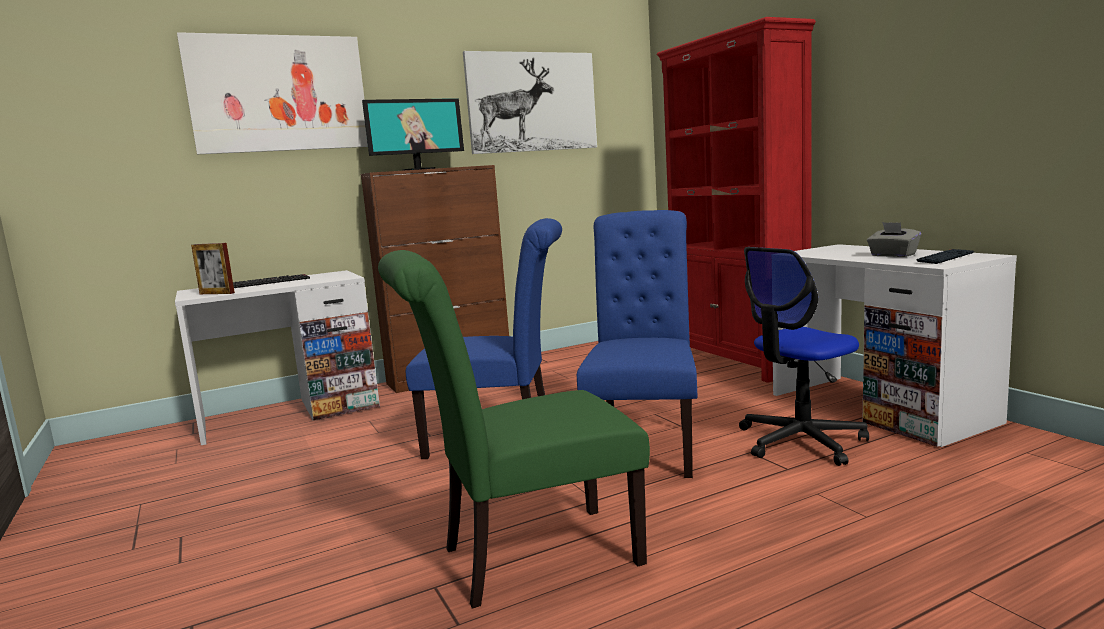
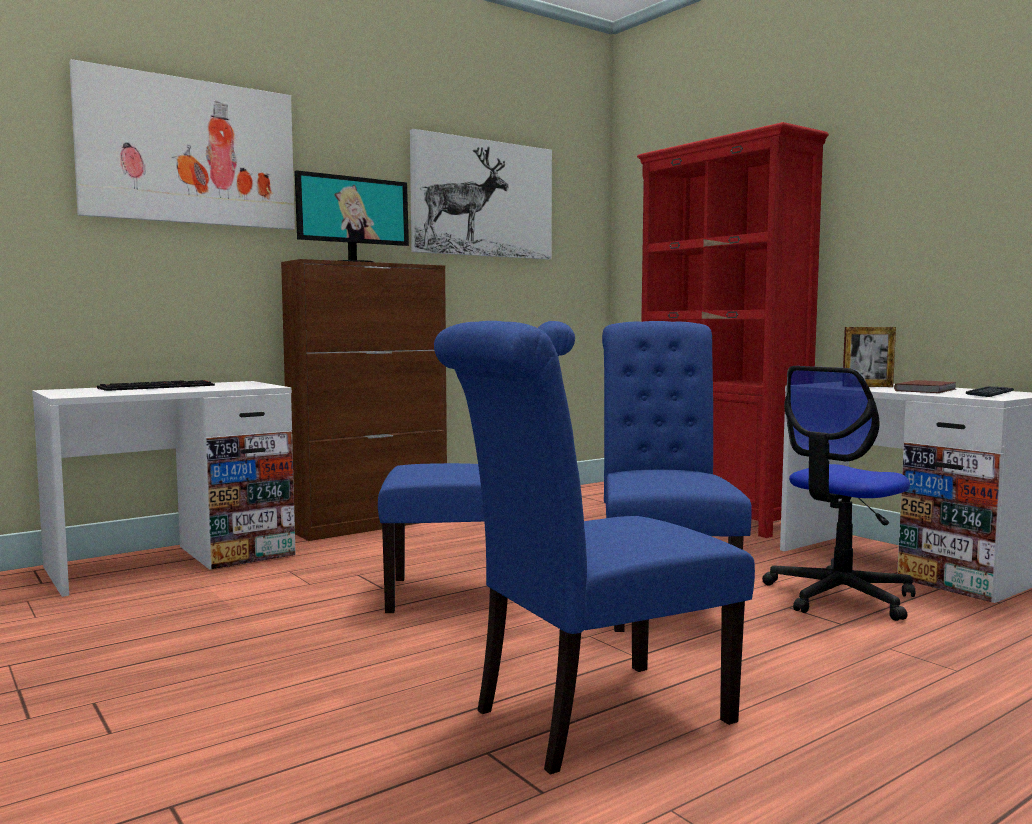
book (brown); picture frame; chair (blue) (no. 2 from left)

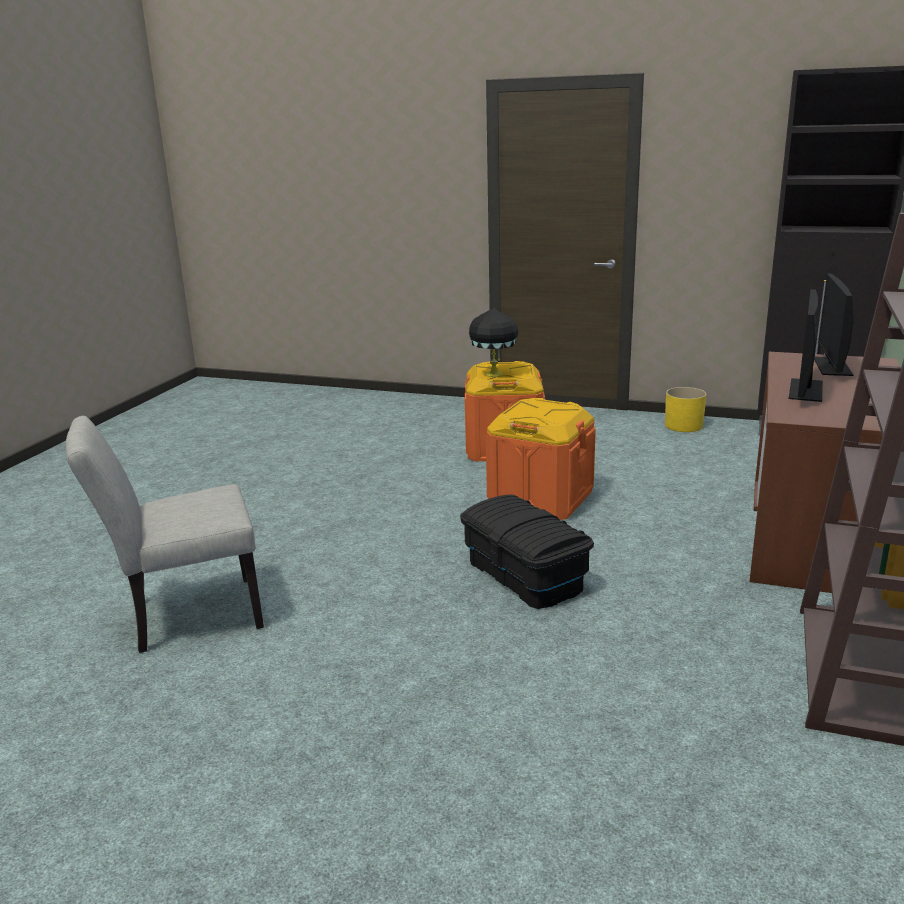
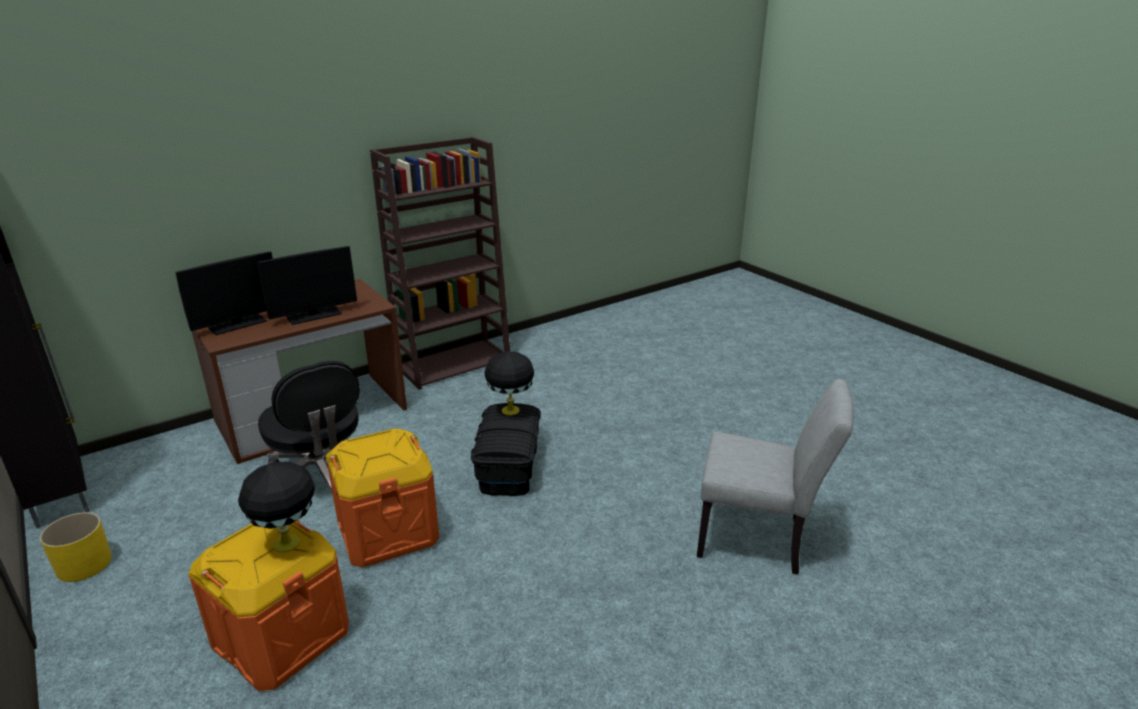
table lamp (black) (no. 2 from left); office chair (black)

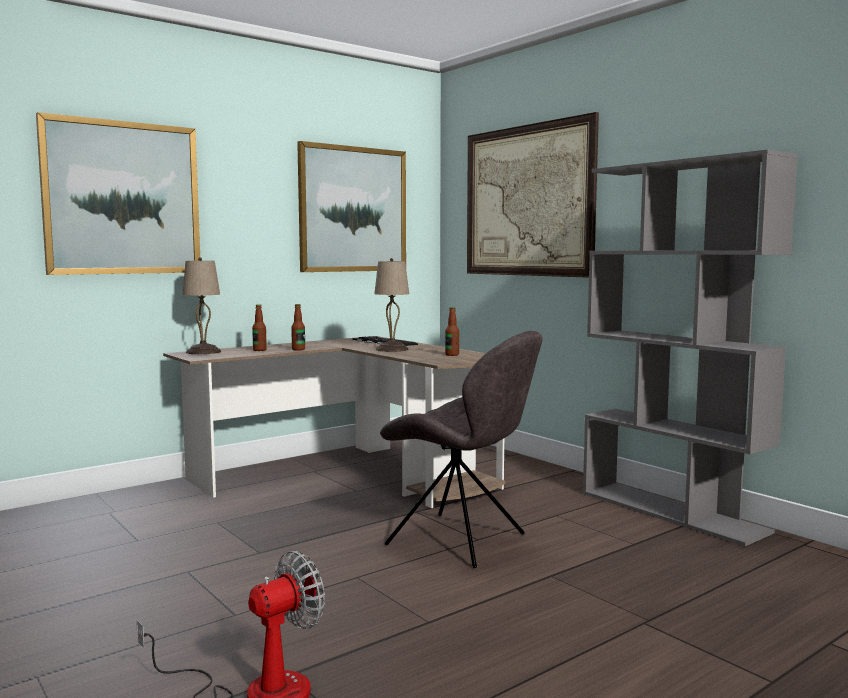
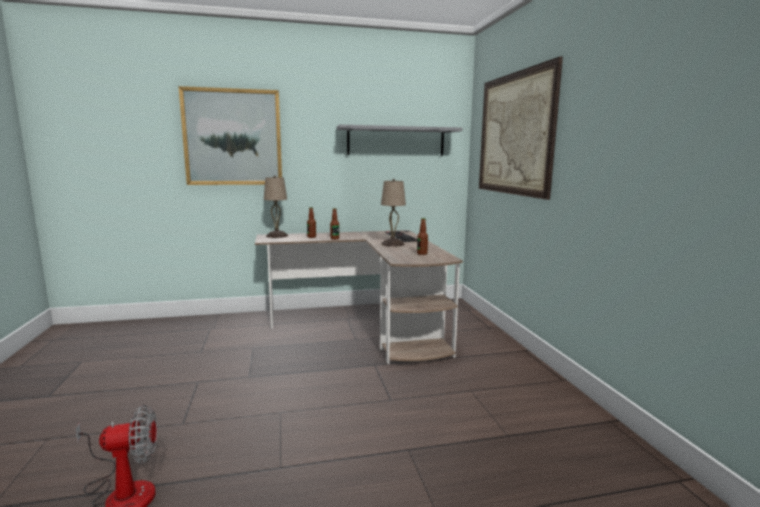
shelf (grey); bookcase (grey); chair (grey)

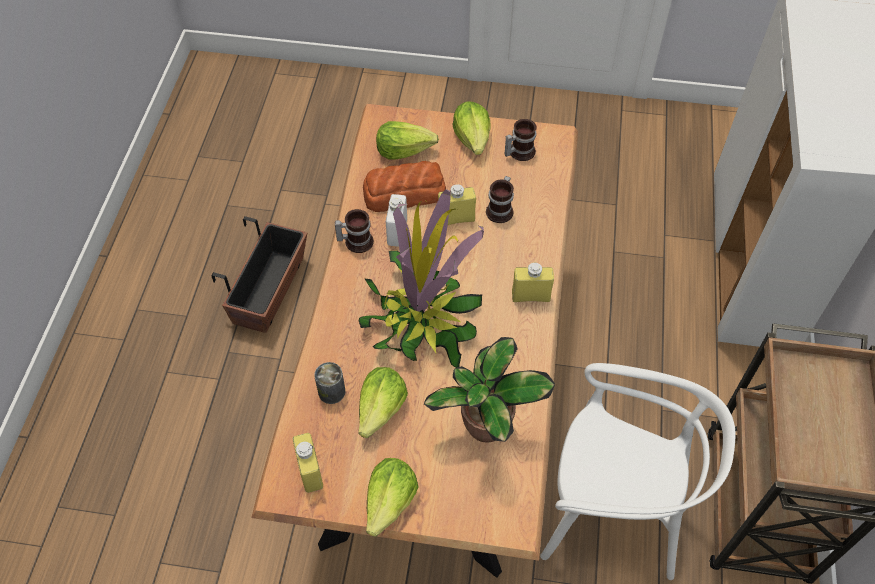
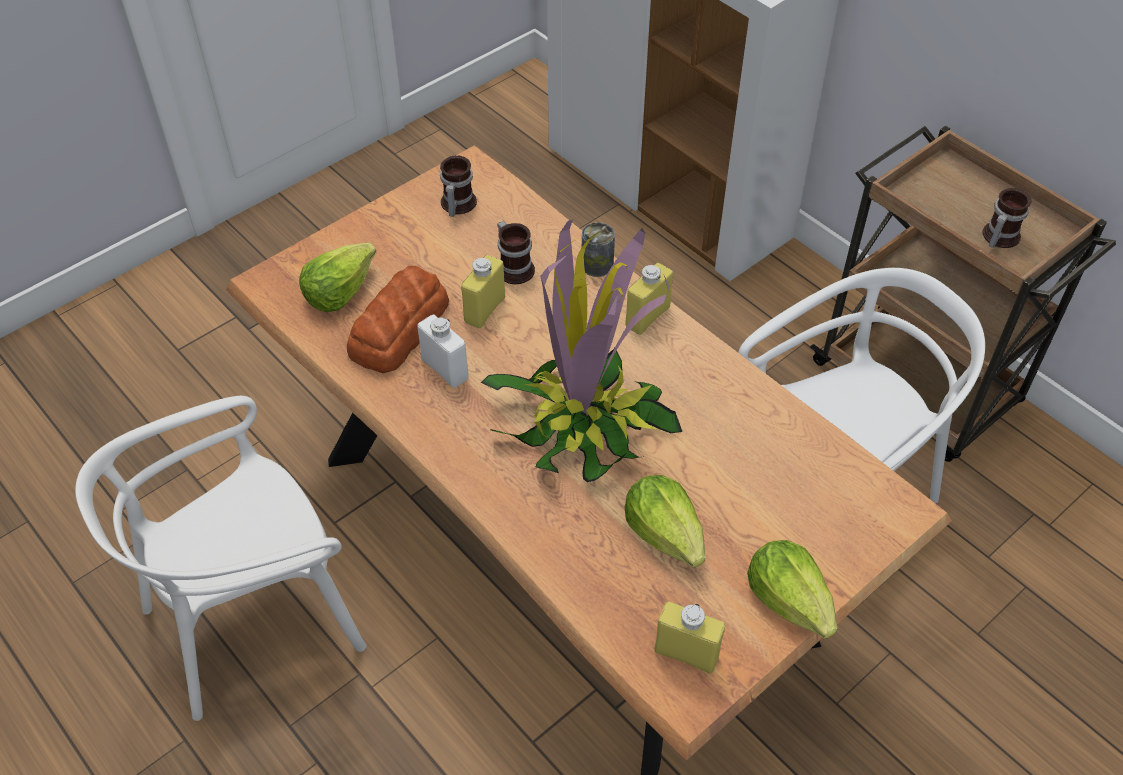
lettuce (no. 4 from left in the first image); mug (no. 3 from left); chair (white) (no. 1 from left); potted plant (no. 2 from left in the first image); can

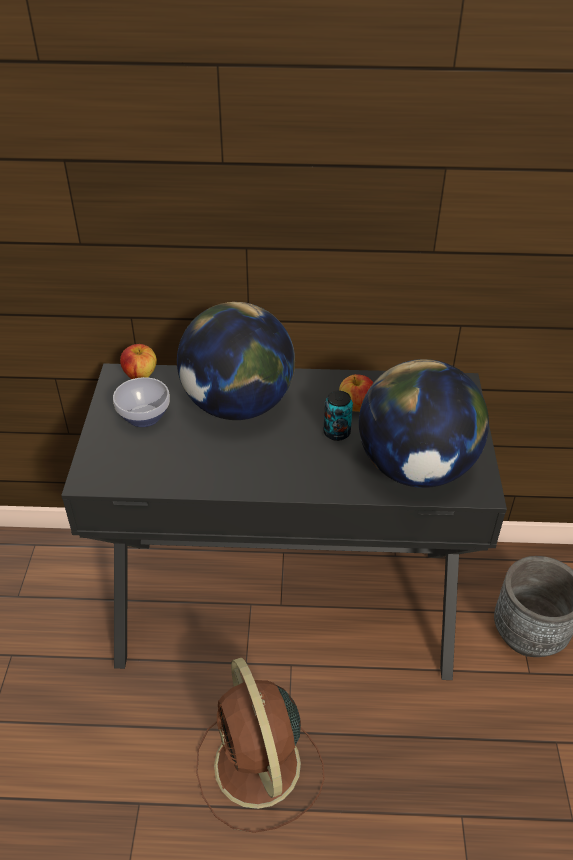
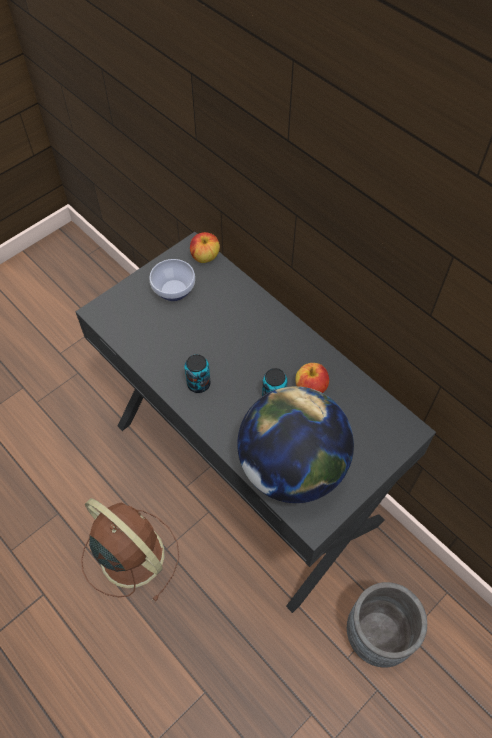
globe (no. 1 from left in the first image); fan (brown); can (no. 1 from left)

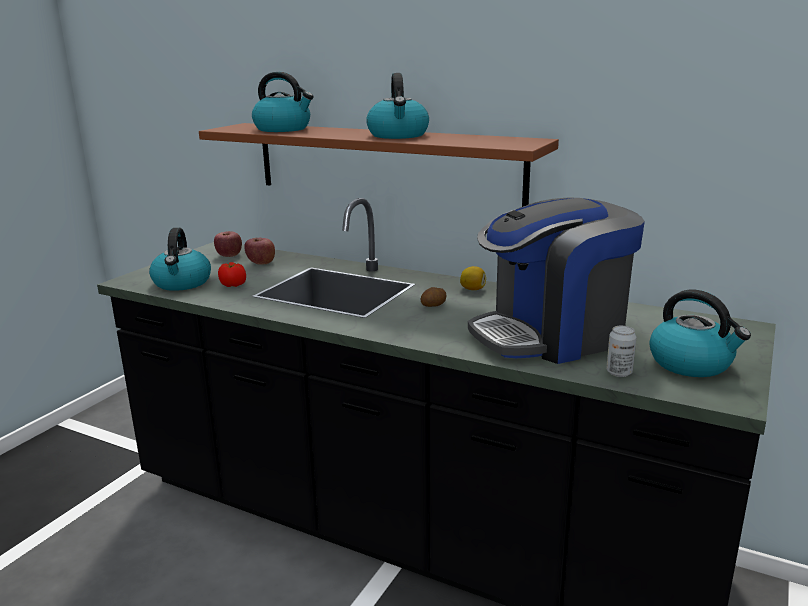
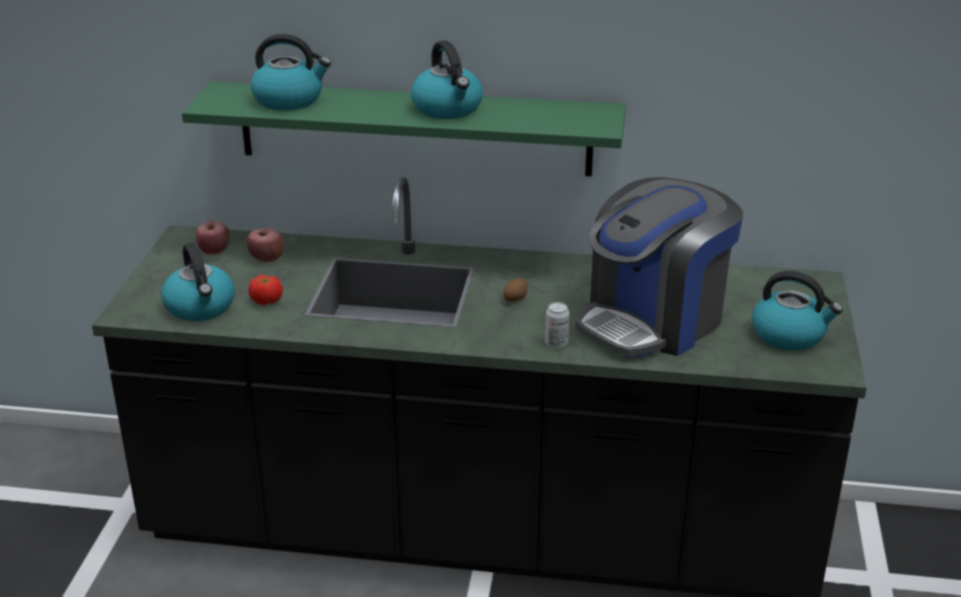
shelf (green); lemon; can

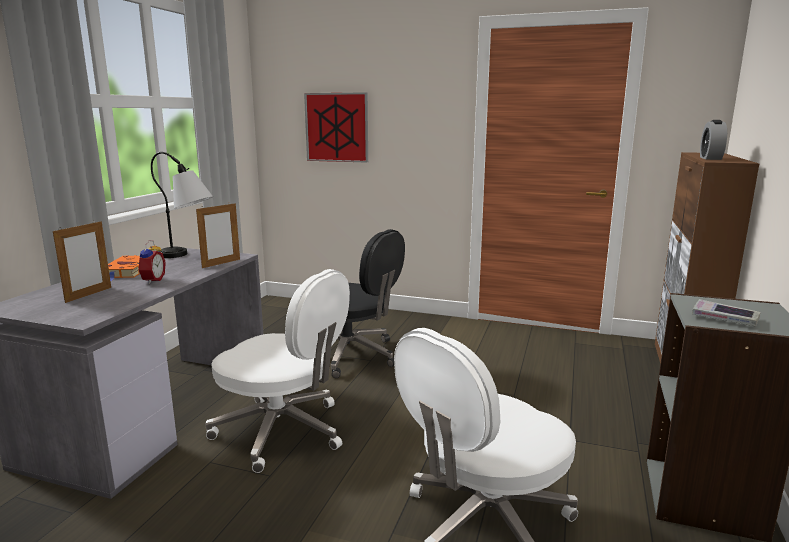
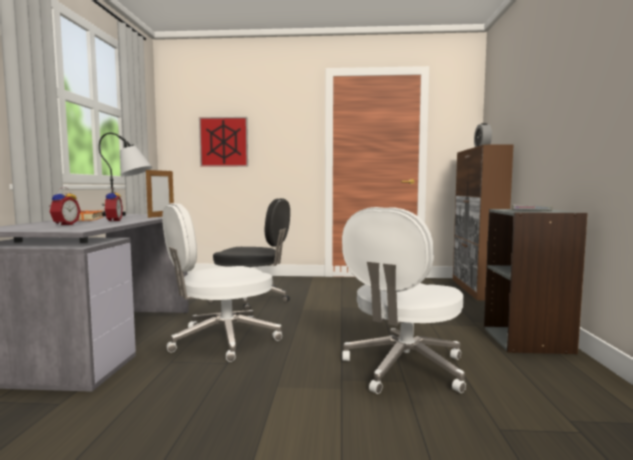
alarm clock (no. 1 from left); office chair (white) (no. 1 from left)

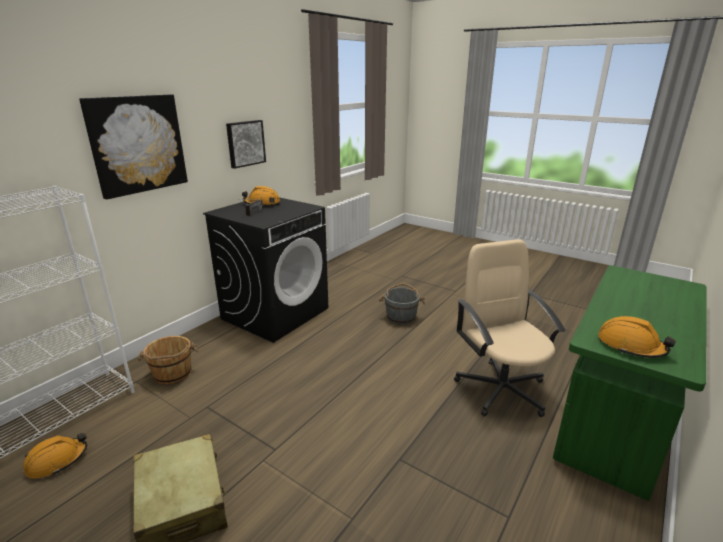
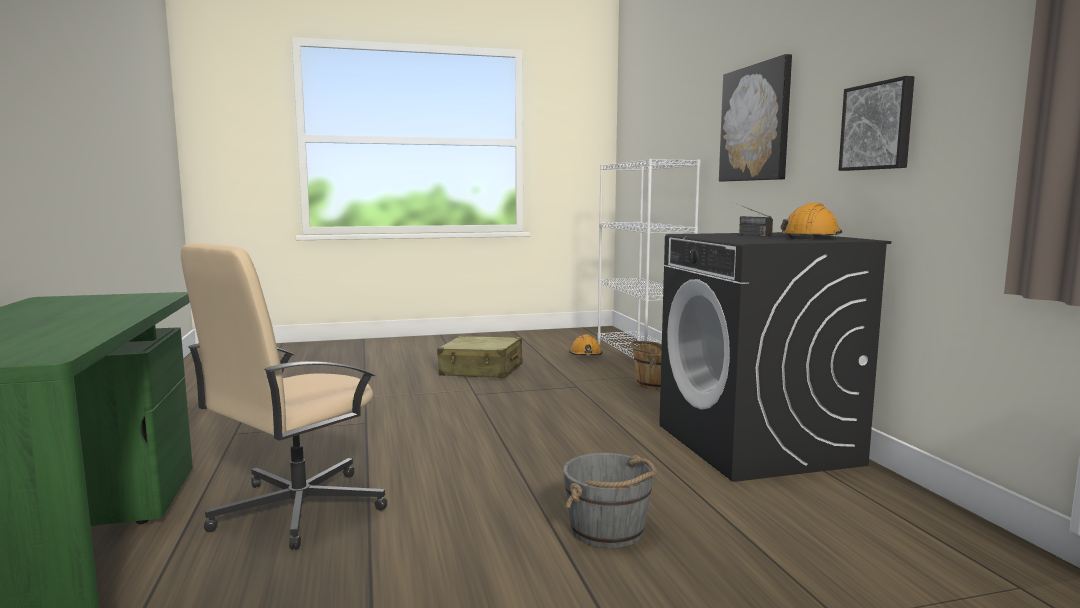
office chair (beige); hard hat (orange) (no. 3 from left in the first image)

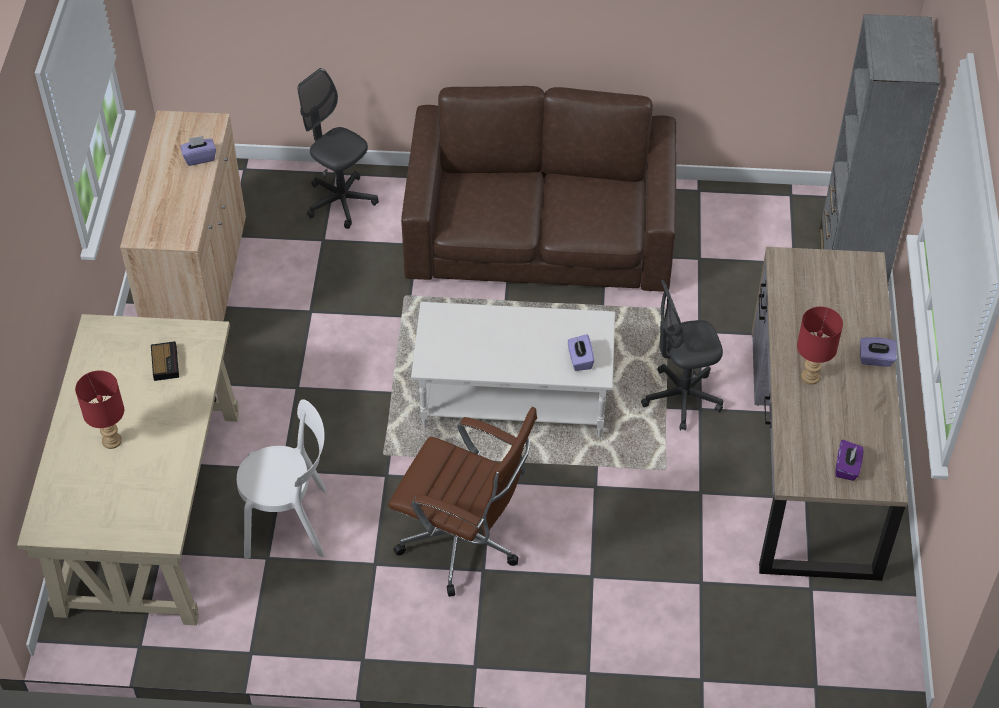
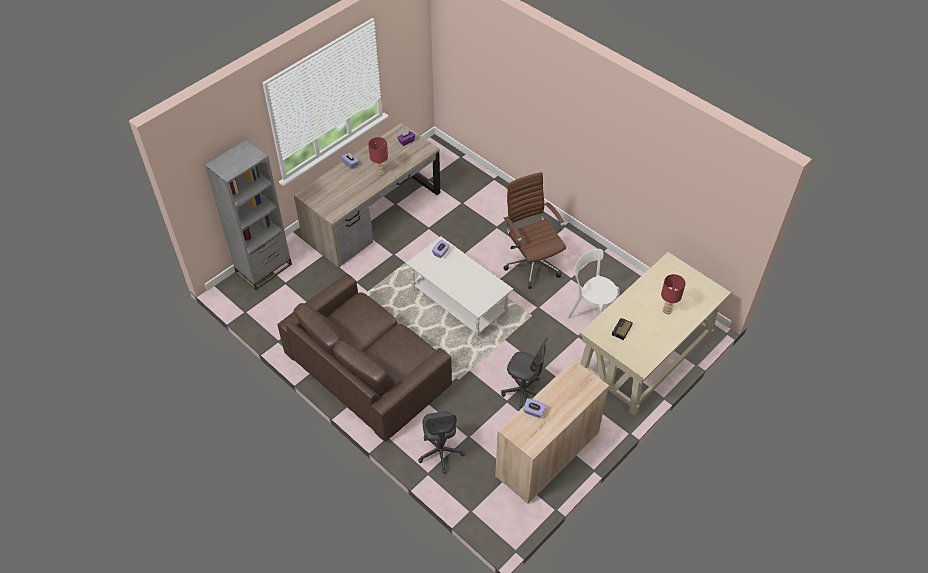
office chair (grey) (no. 2 from left)

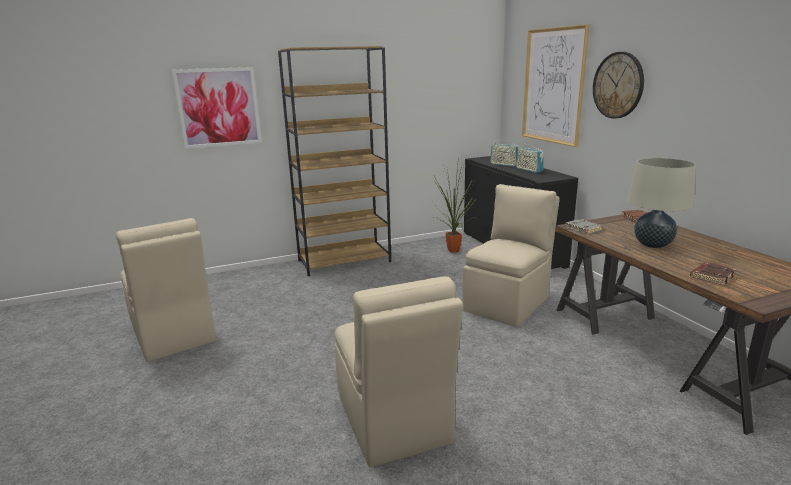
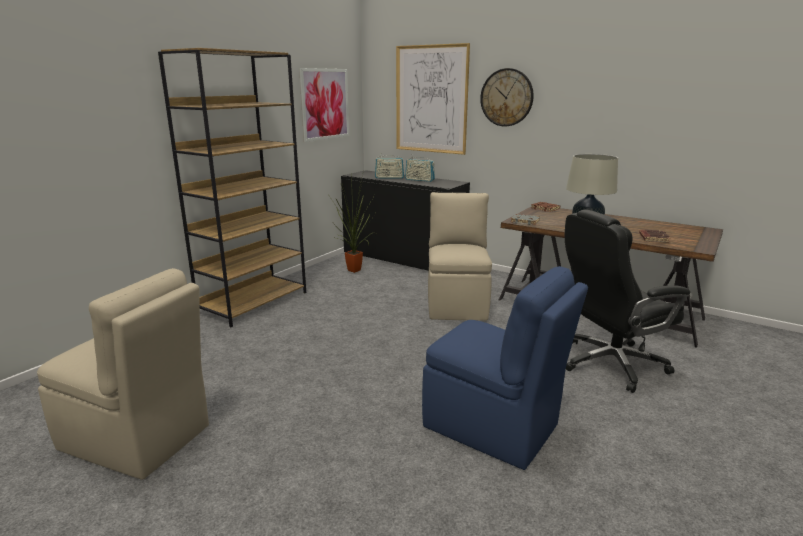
picture (no. 1 from left); chair (blue); office chair (black)

